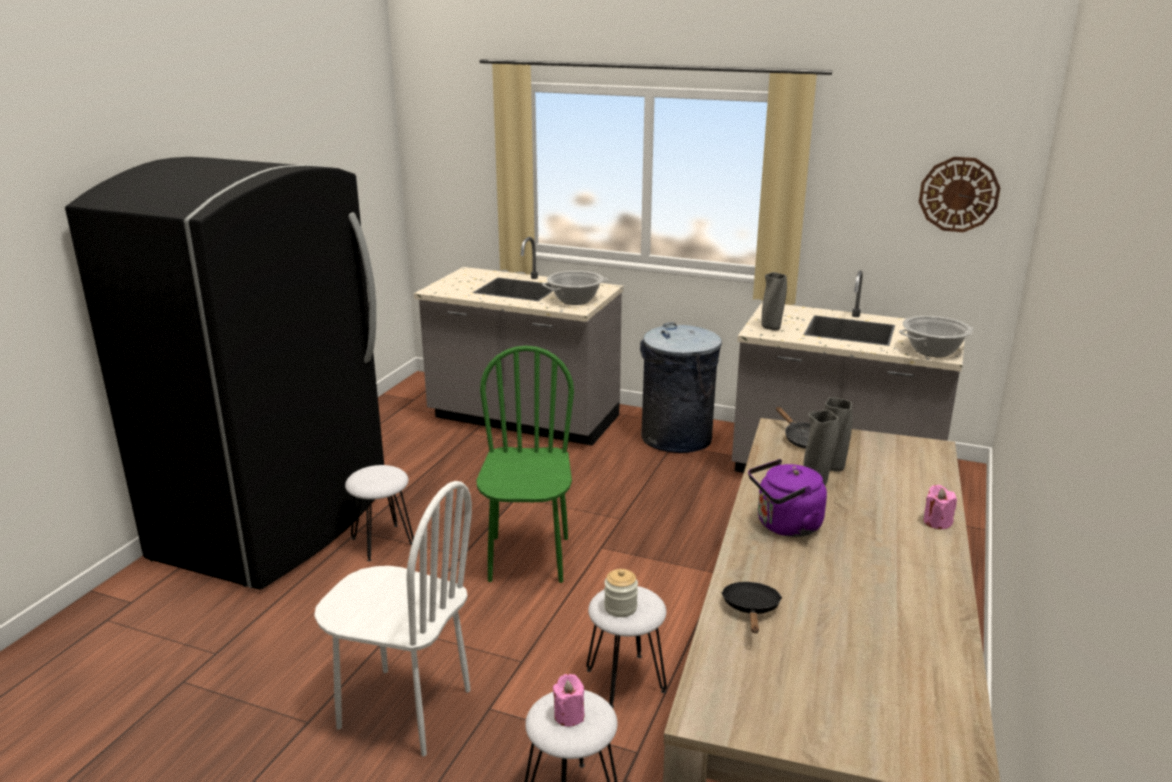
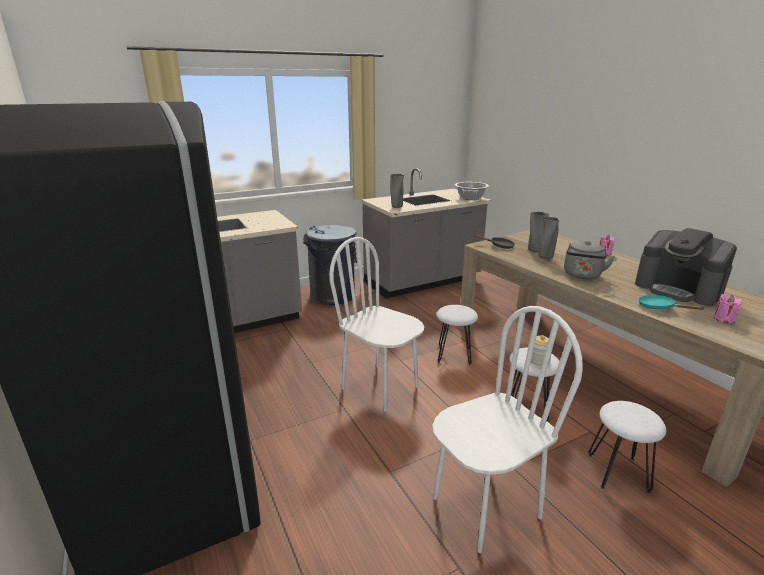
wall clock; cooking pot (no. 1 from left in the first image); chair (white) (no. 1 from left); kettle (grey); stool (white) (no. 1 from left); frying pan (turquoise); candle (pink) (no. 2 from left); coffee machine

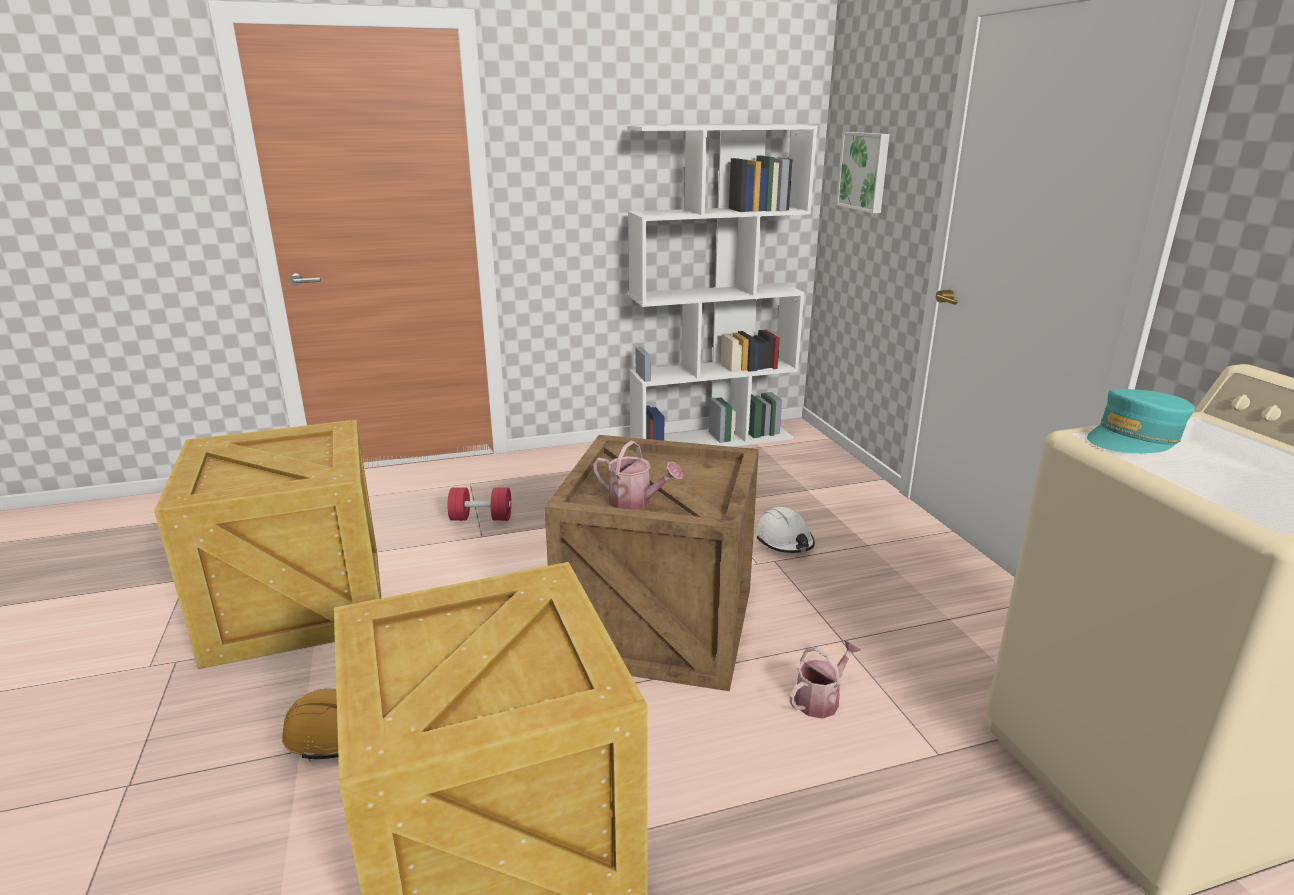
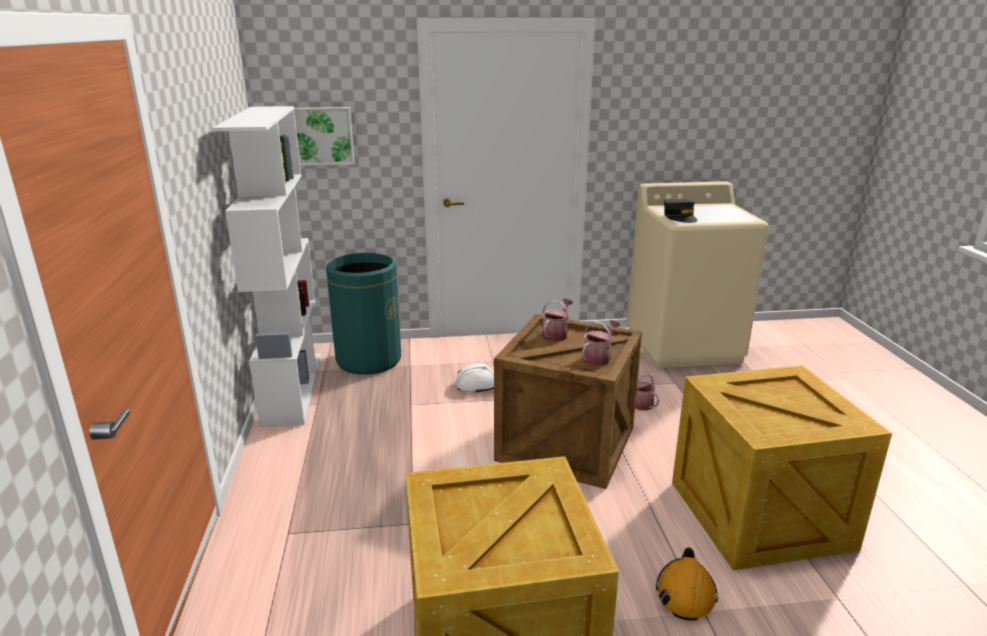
cap (grey); dumbbell (red); trash can (green); watering can (no. 1 from left)

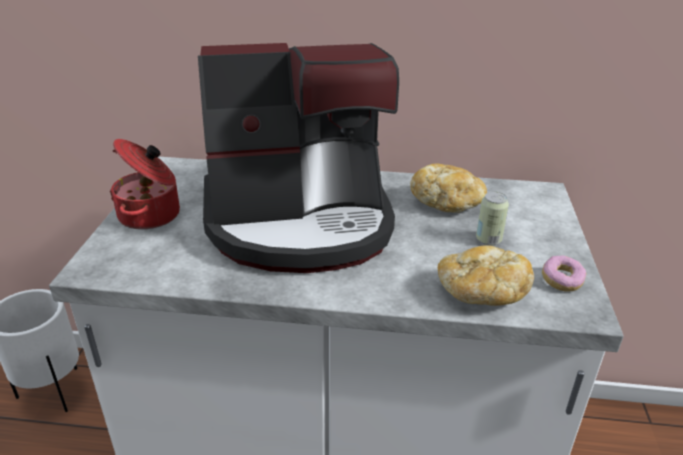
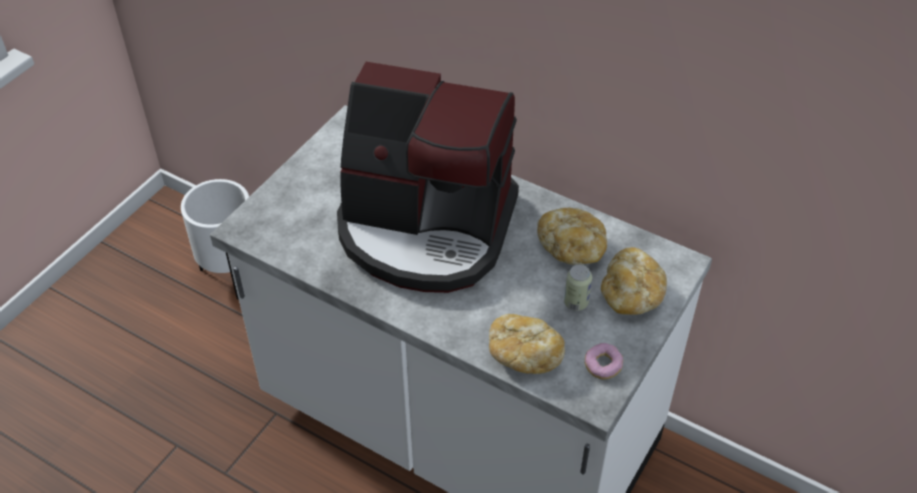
cooking pot; bread (no. 3 from left)

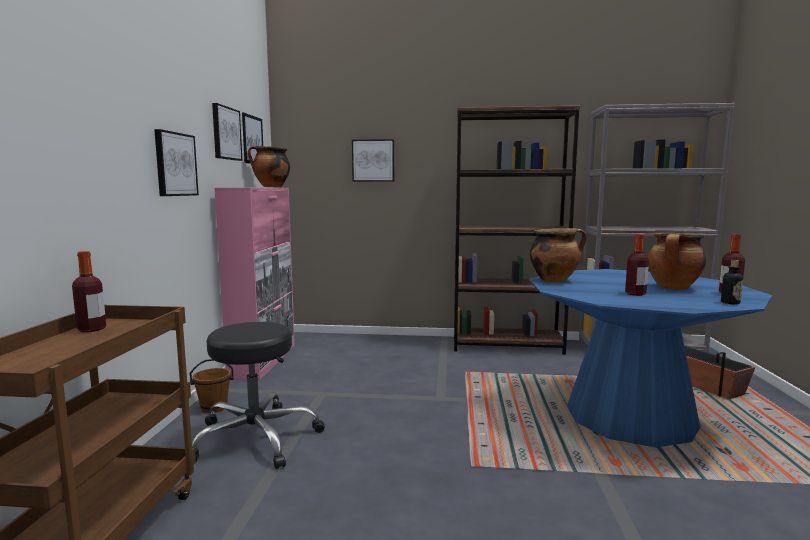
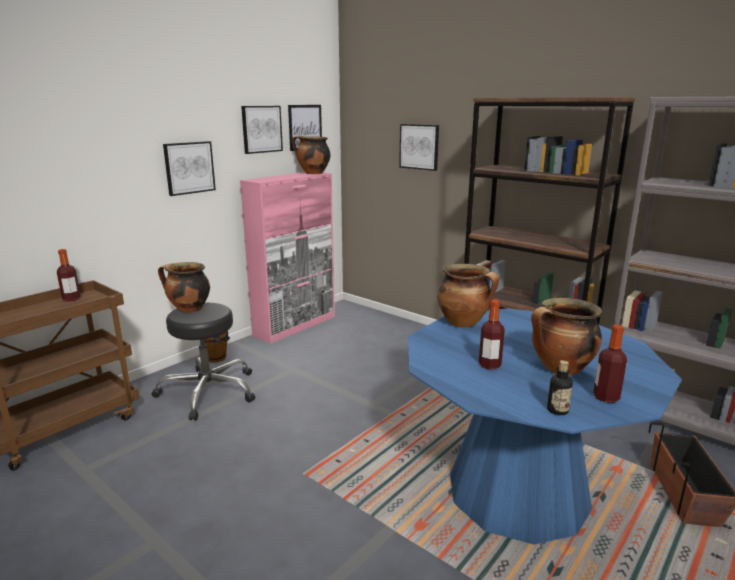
cooking pot (no. 1 from left)

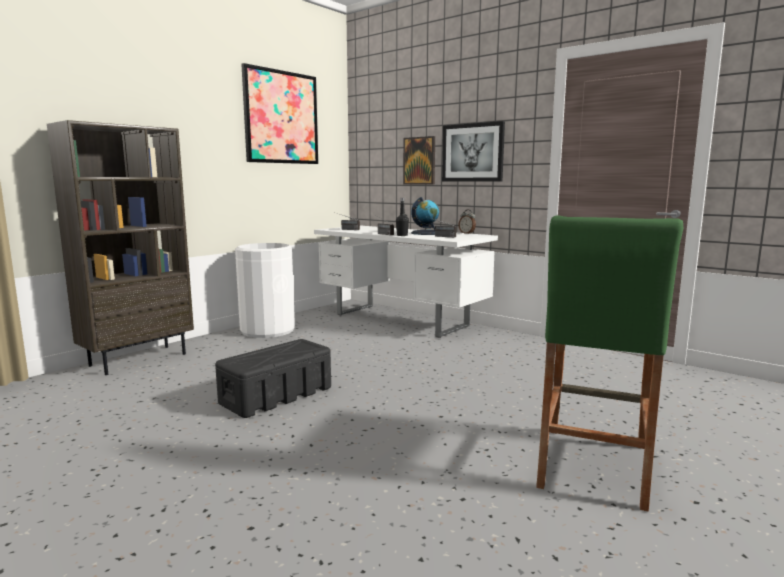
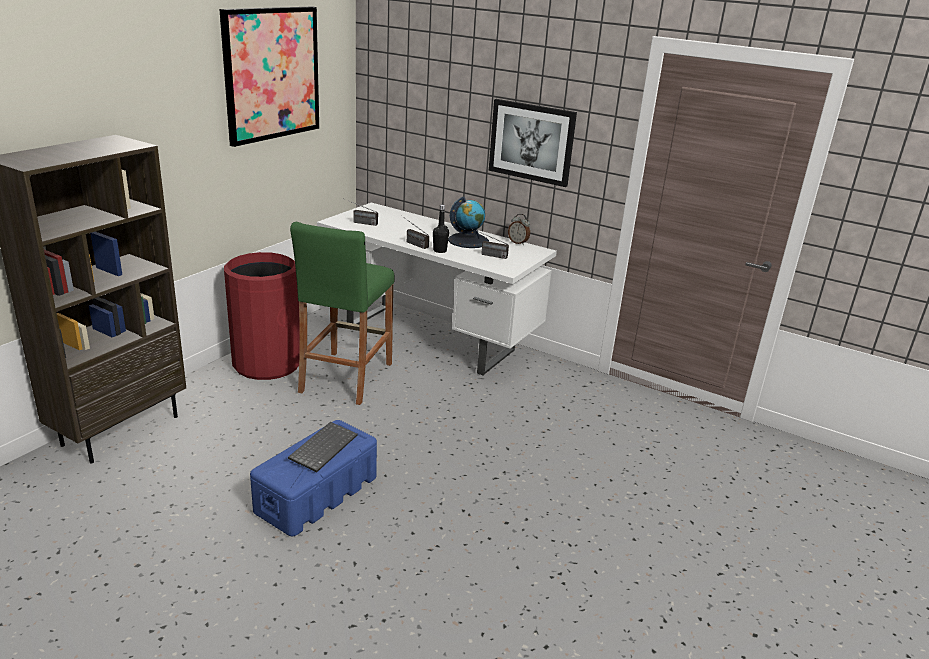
picture (no. 2 from left in the first image); stool (green); trash can (red); storage box (blue); keyboard

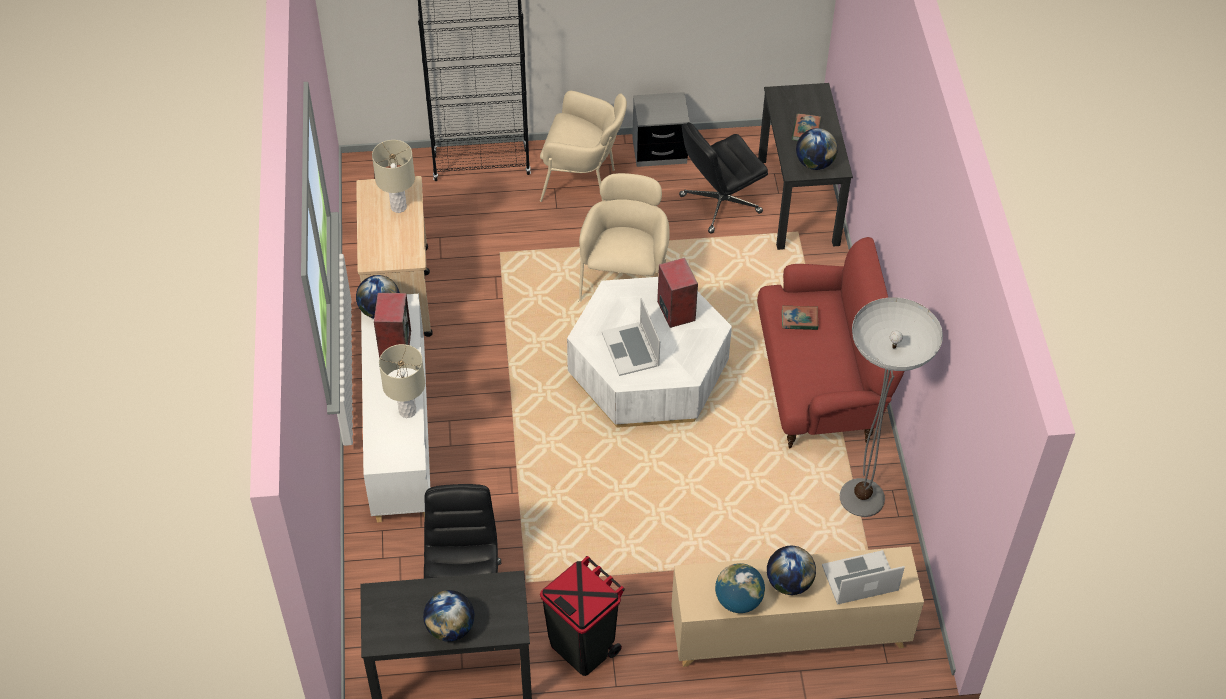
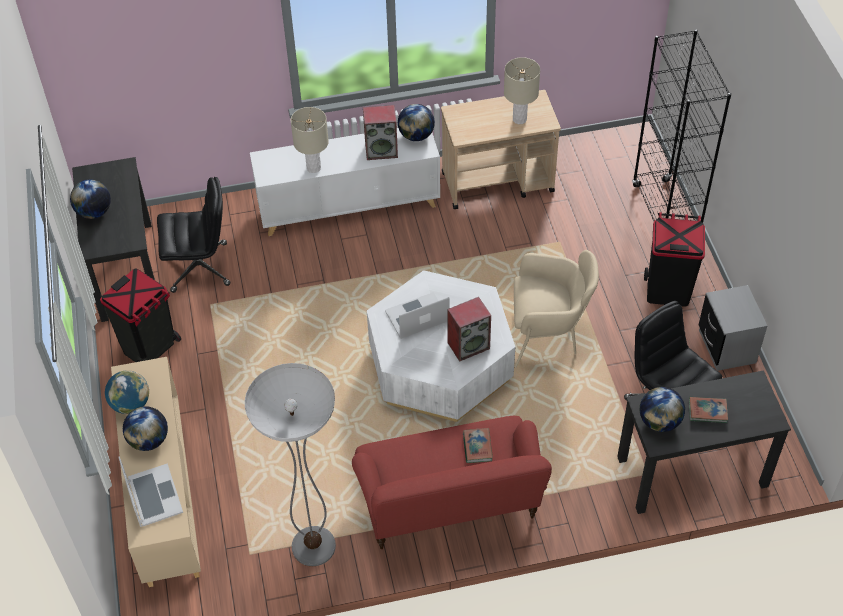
trash can (black) (no. 2 from left)

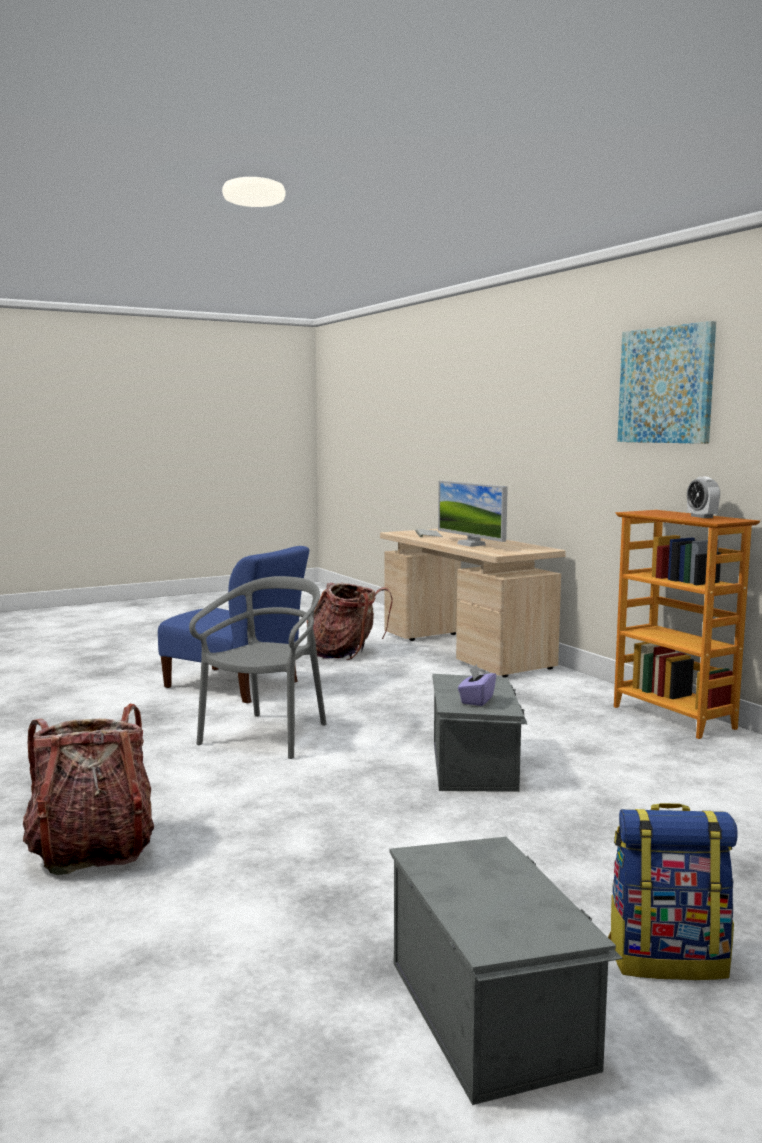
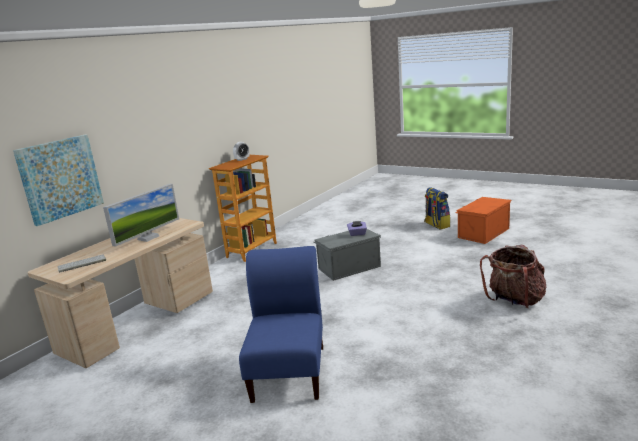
picture; chair (grey); backpack (no. 2 from left in the first image); storage box (orange)

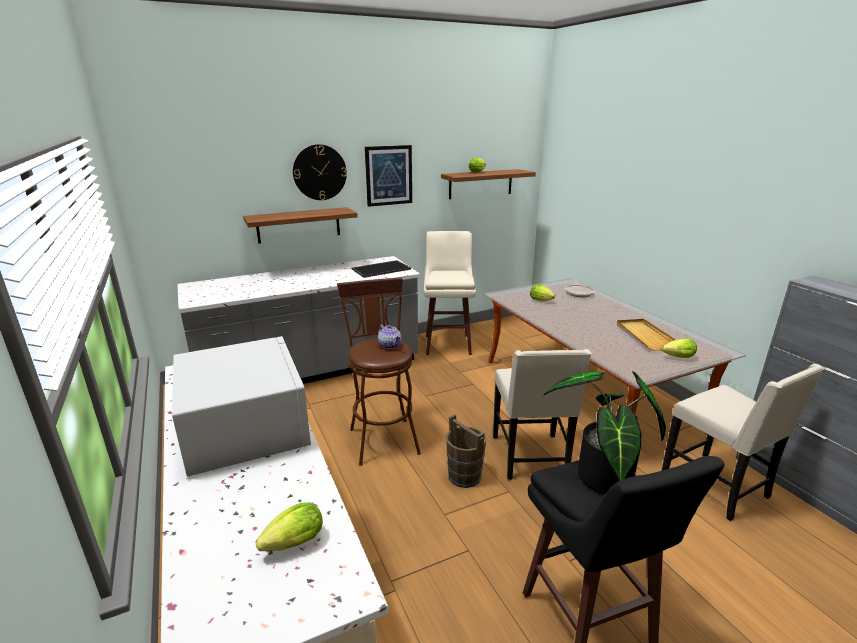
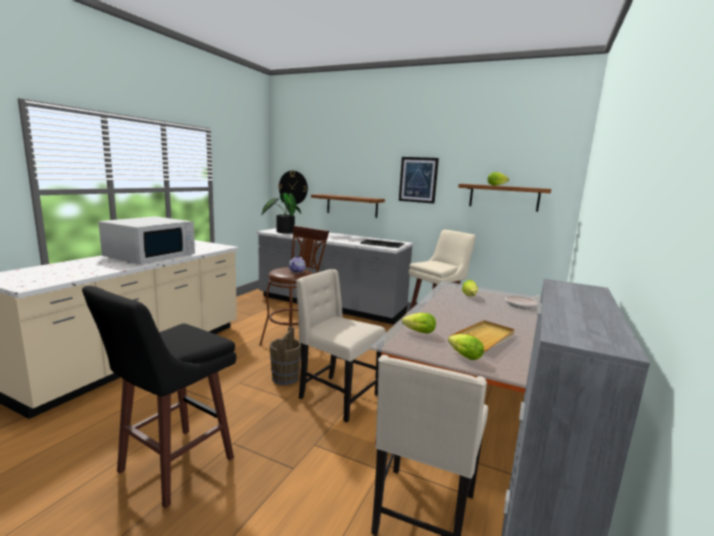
wall clock; chair (beige) (no. 1 from left); potted plant; lettuce (no. 1 from left)

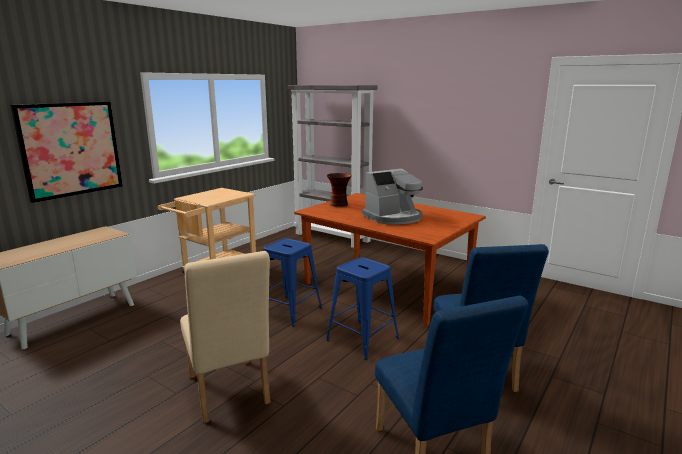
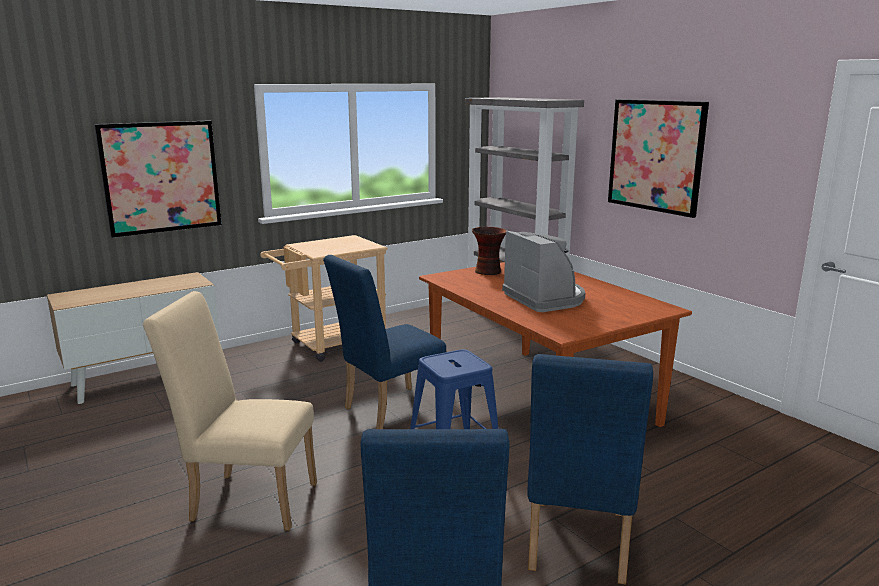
coffee machine; chair (blue) (no. 1 from left); chair (beige); picture (no. 2 from left)

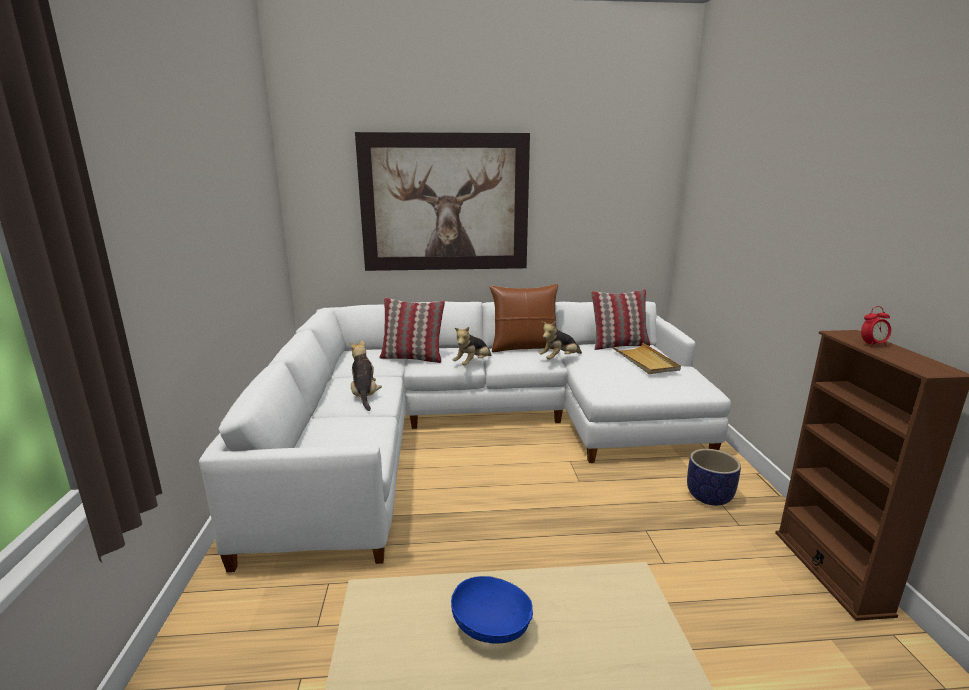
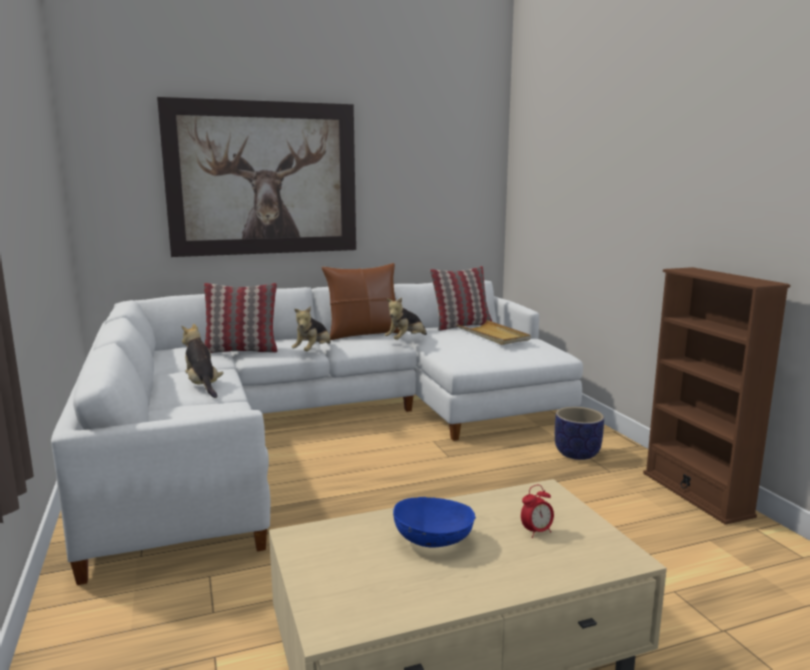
alarm clock

